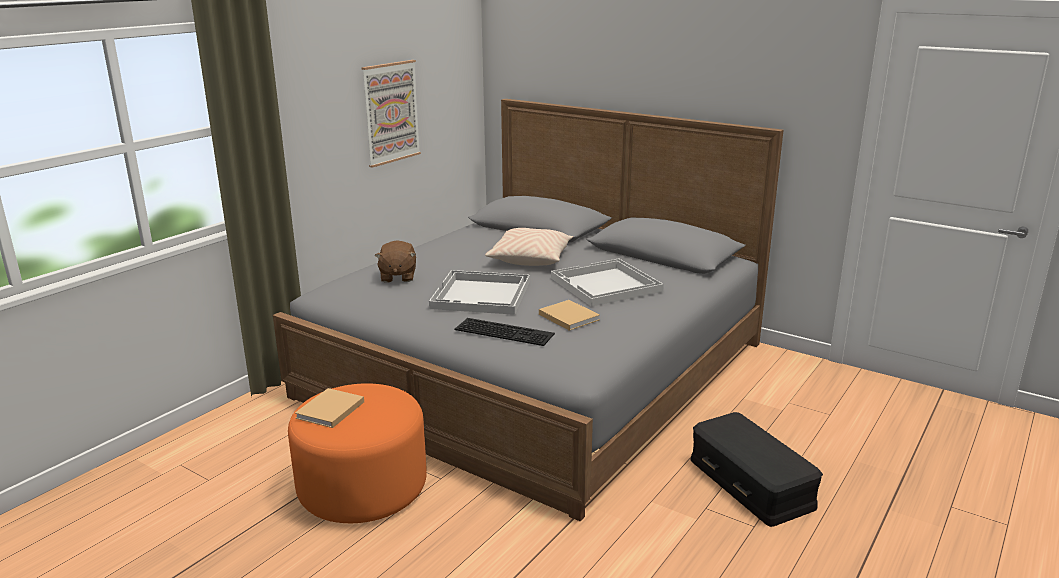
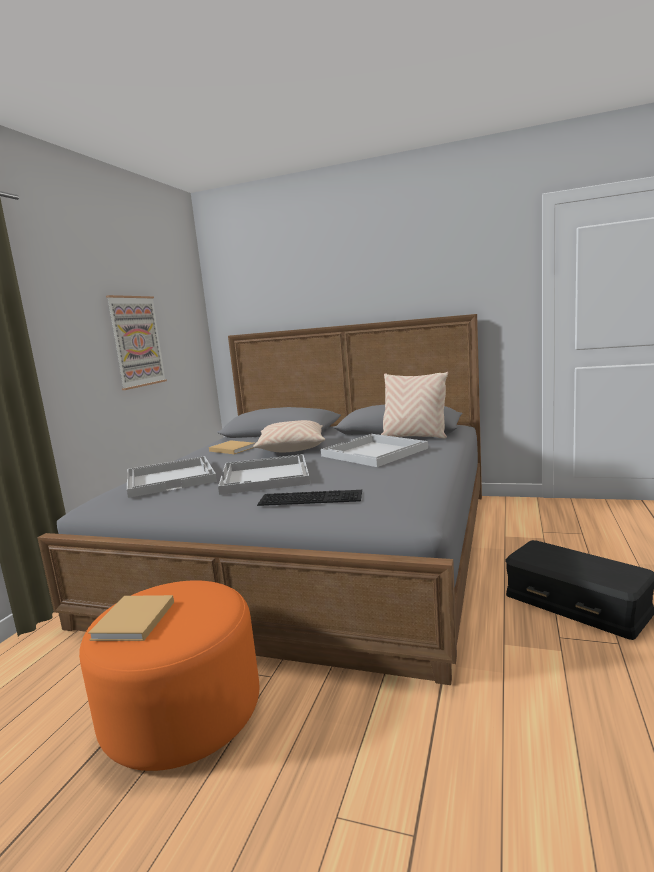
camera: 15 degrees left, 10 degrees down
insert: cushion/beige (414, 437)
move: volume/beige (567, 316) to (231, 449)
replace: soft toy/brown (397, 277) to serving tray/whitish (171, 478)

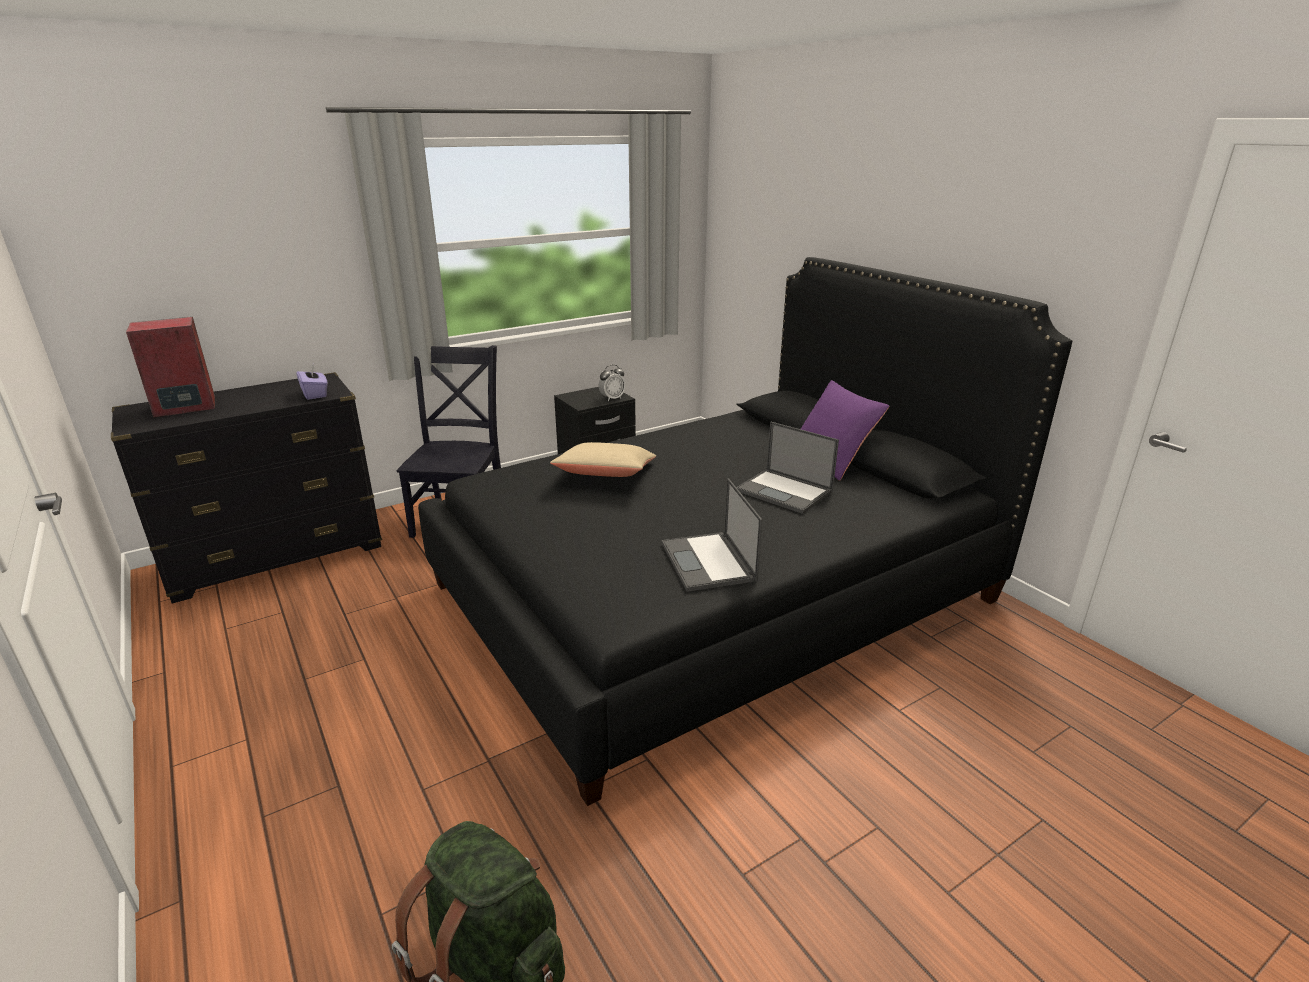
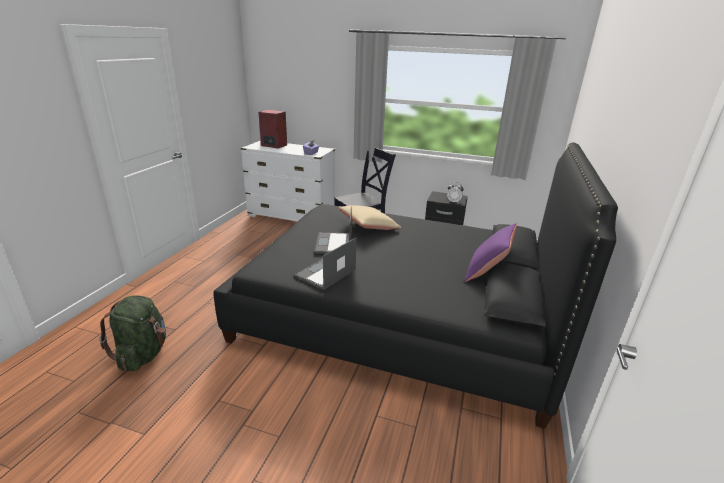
camera: 50 degrees right, 0 degrees up
move: portable computer (785, 491) to (334, 244)
recolor: chest of drawers/black-coloured (277, 556) to chest of drawers/whitish (292, 216)

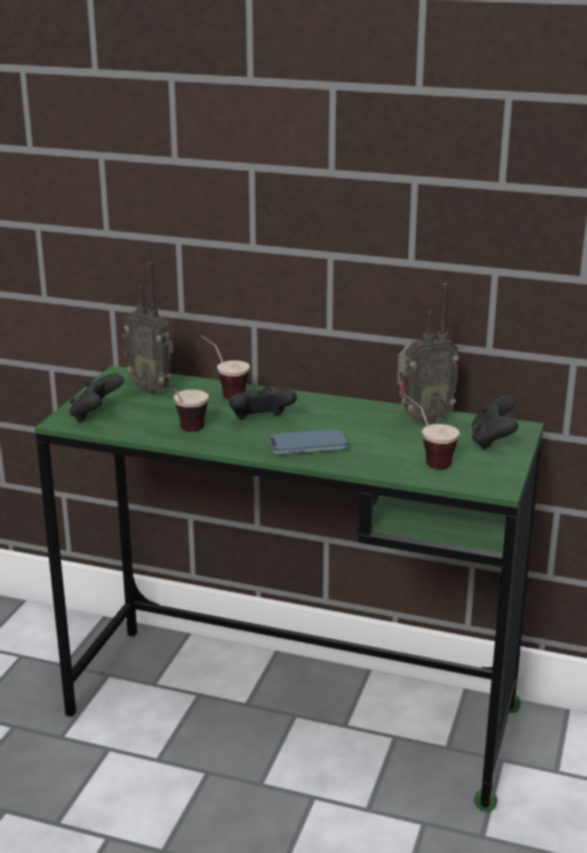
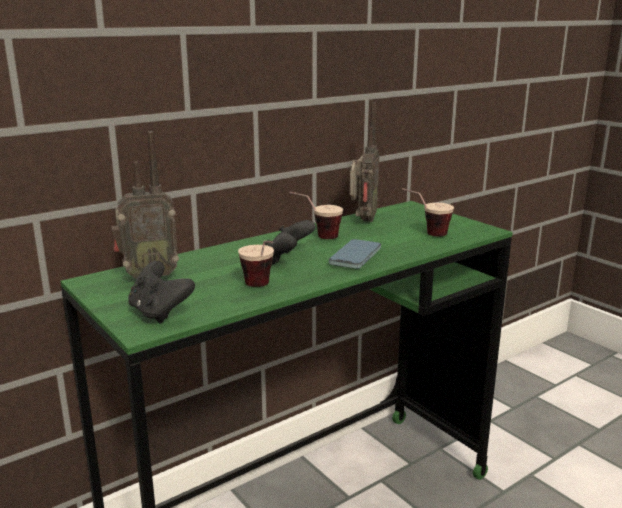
camera: 55 degrees left, 5 degrees down
delete: game controller/black-coloured (492, 441)
move: small cup (224, 392) to (316, 237)

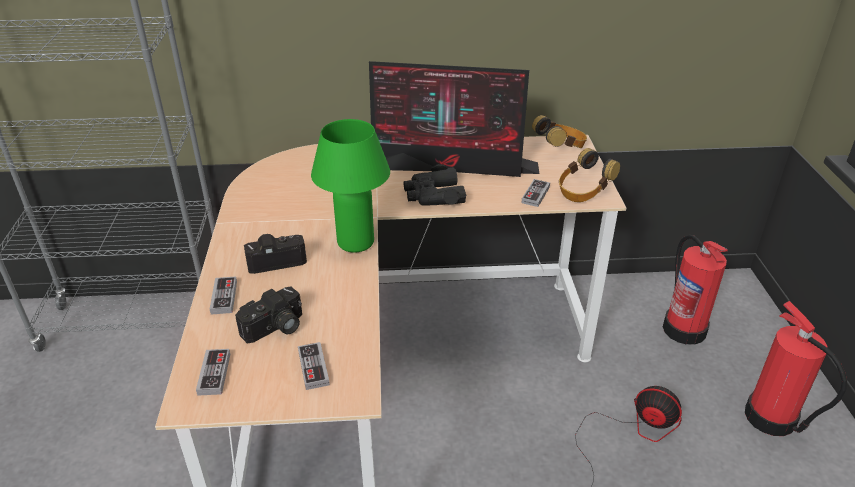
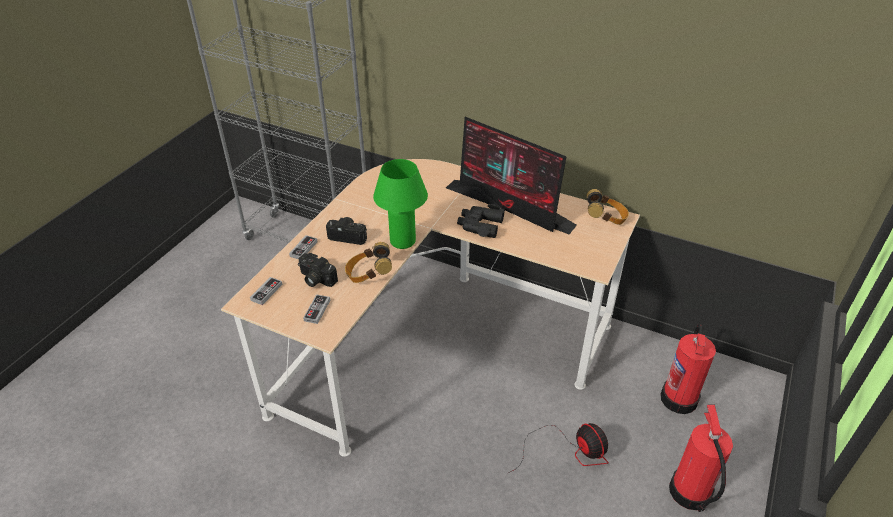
camera: 30 degrees right, 5 degrees up
delete: game controller (535, 195)
move: headphones (583, 192) to (368, 275)
rotate: photo camera (275, 329) = (315, 279) 45 degrees clockwise

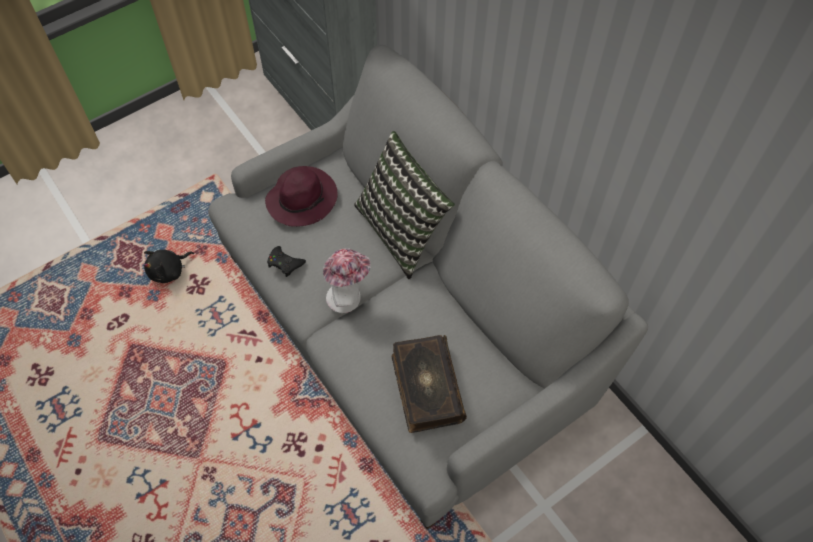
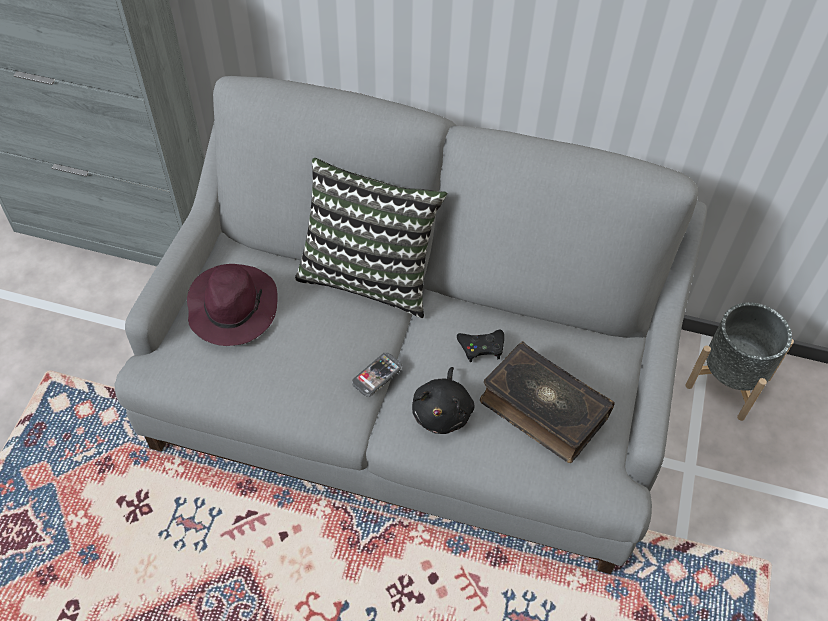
camera: 40 degrees left, 5 degrees down
insert: planter/greyish (727, 381)
move: soft toy/black-coloured (169, 271) to (442, 411); game controller/black-coloured (285, 263) to (481, 347)
replace: wearable hat (348, 296) to phone (377, 375)

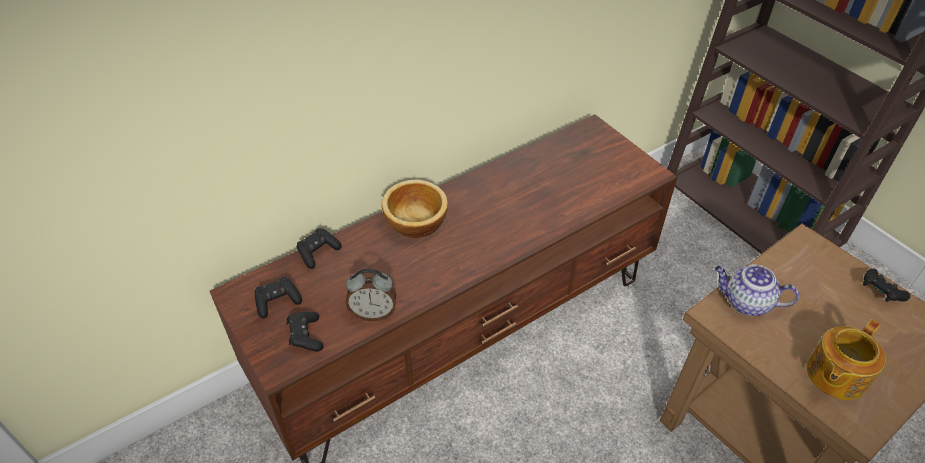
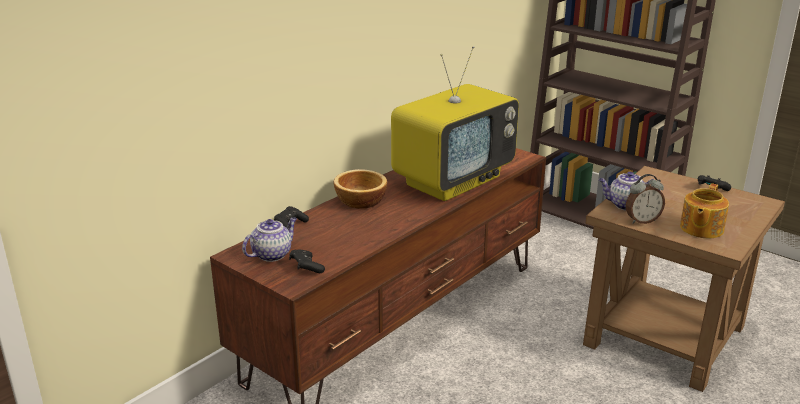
camera: 15 degrees left, 20 degrees down
insert: TV set (453, 180)
move: alarm clock (373, 313) to (642, 220)
replace: game controller/black-coloured (278, 302) to pot for tea (272, 254)

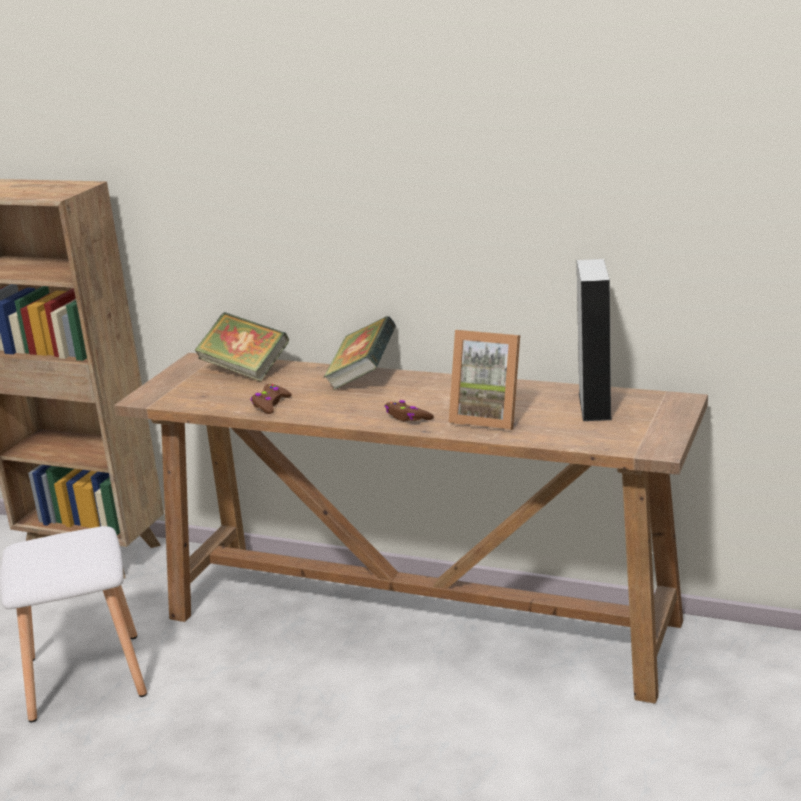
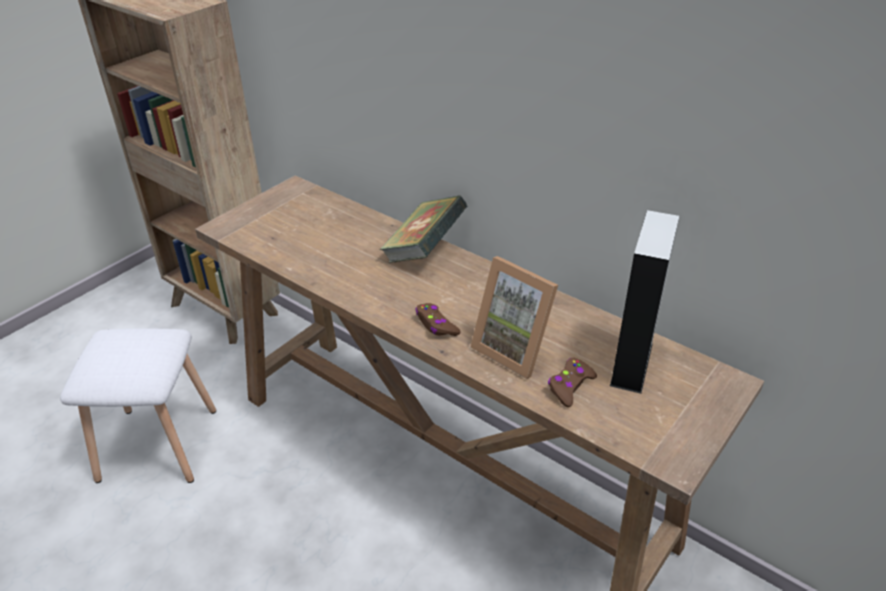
camera: 15 degrees right, 15 degrees up
delete: volume (245, 370)
move: game controller/brown (270, 404) to (570, 386)

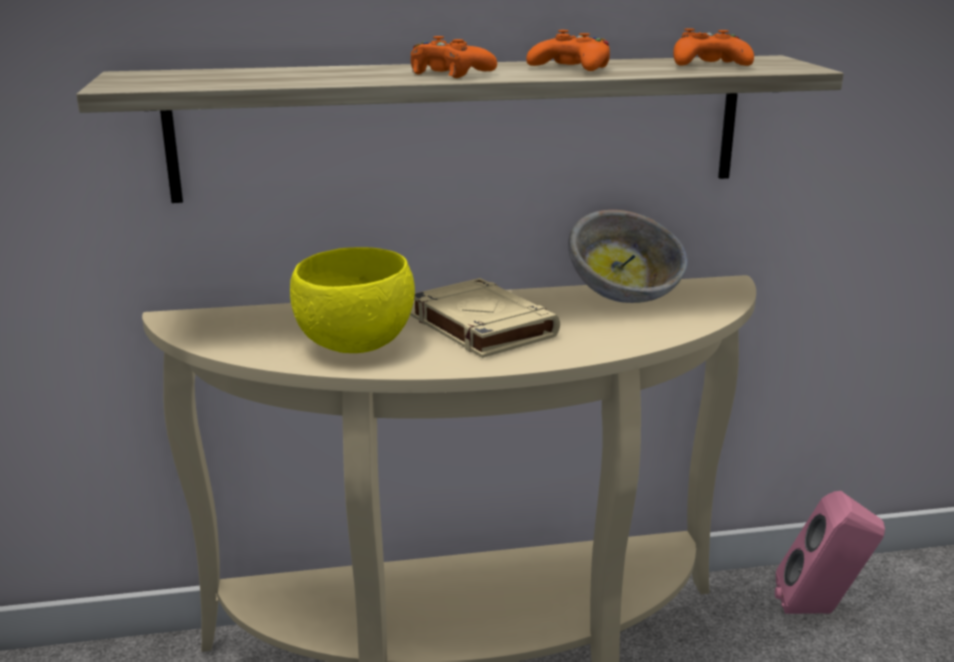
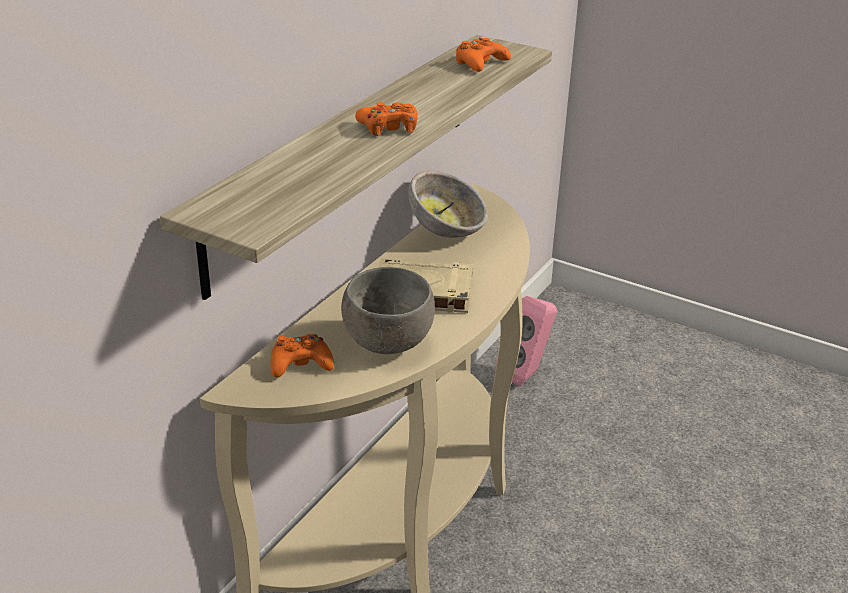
camera: 50 degrees left, 10 degrees up
move: game controller/orange (572, 68) to (300, 364)
recolor: deep dish/yellowish (354, 344) to deep dish/greyish (386, 343)

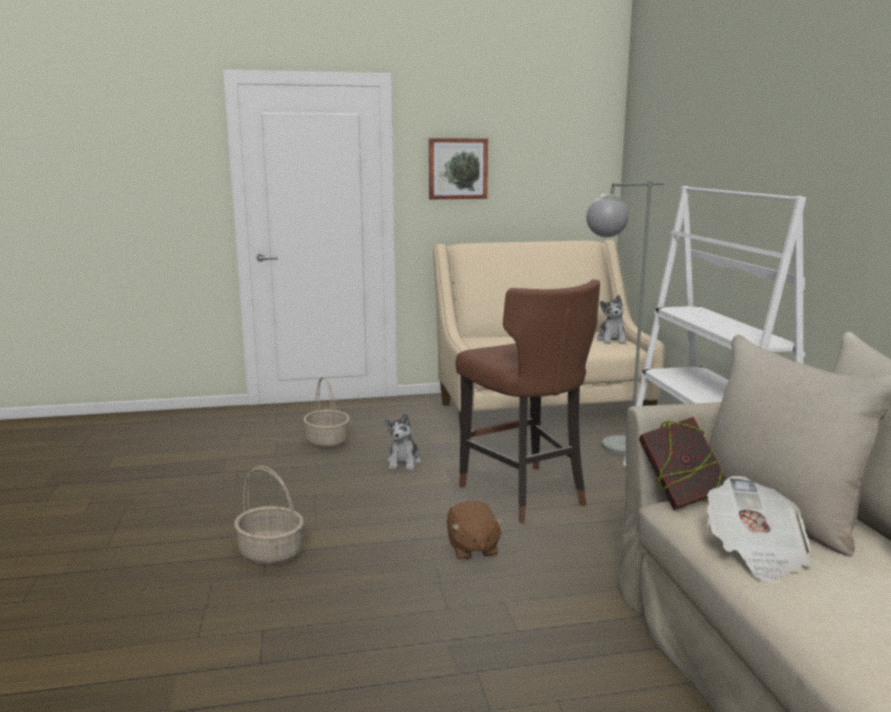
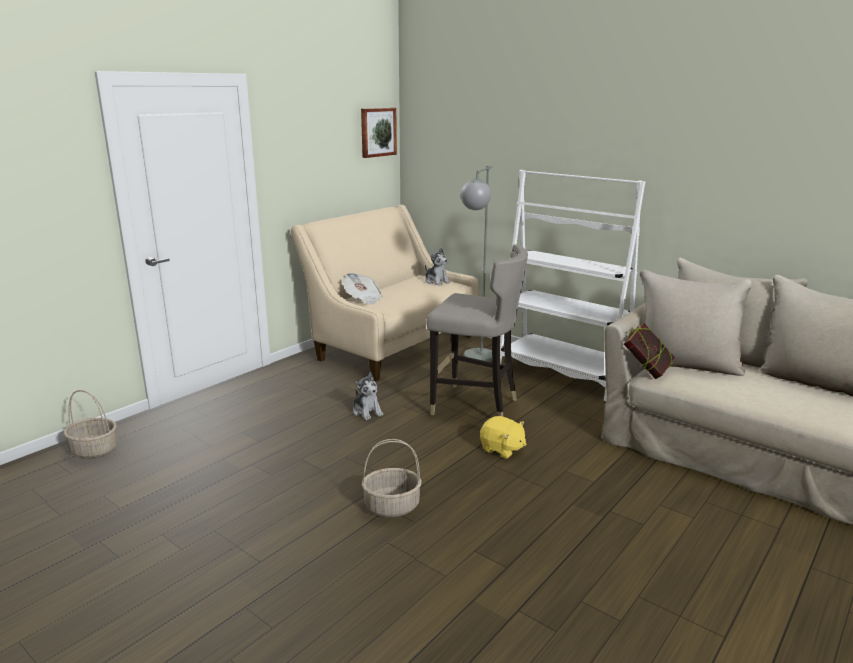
camera: 40 degrees left, 5 degrees up
move: basket (327, 442) to (93, 450); printed paper (755, 553) to (363, 299); picture (457, 168) to (377, 132)
recolor: sitting stool/brown (524, 494) to sitting stool/greyish (475, 405); soft toy/brown (472, 549) to soft toy/yellowish (502, 449)

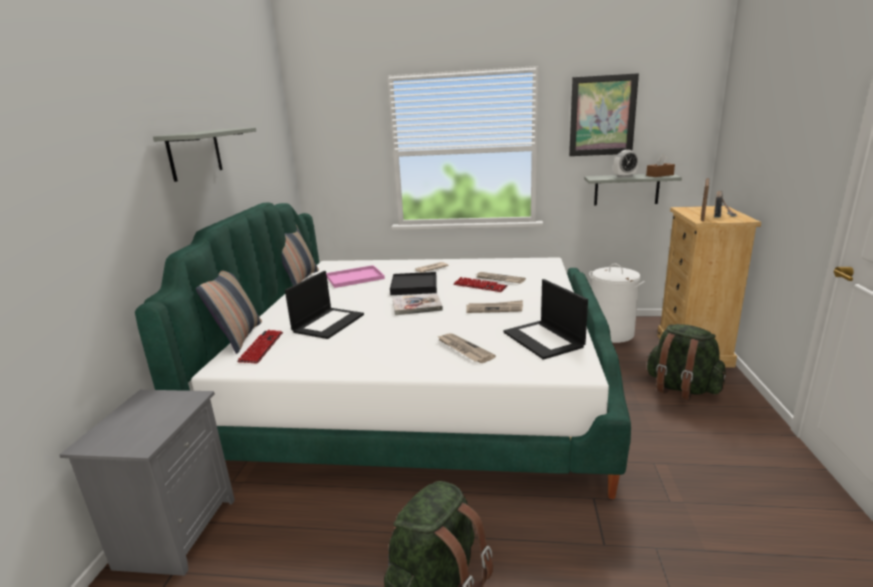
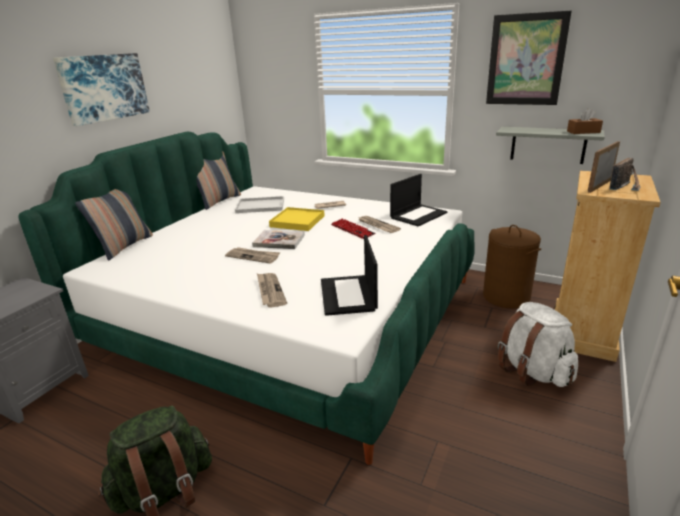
camera: 20 degrees right, 5 degrees up
delete: PC keyboard (261, 347); alarm clock (624, 176)
move: printed paper (494, 309) to (253, 256); portable computer (328, 323) to (418, 215)
replace: wall shelf/greyish (195, 154) to picture (104, 87)
recolor: serving tray/pink (356, 277) to serving tray/whitish (261, 205); serving tray/black-coloured (414, 286) to serving tray/yellowish (297, 221); washing basket/whitish (611, 333) to washing basket/brown (506, 297); rucksack/green-coloured (681, 388) to rucksack/whitish (532, 371)

